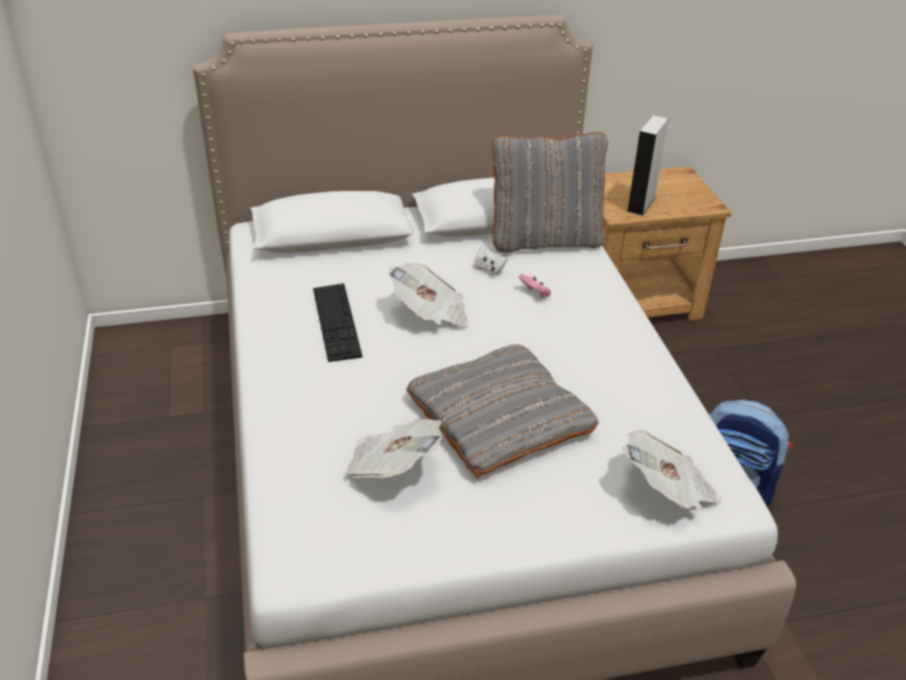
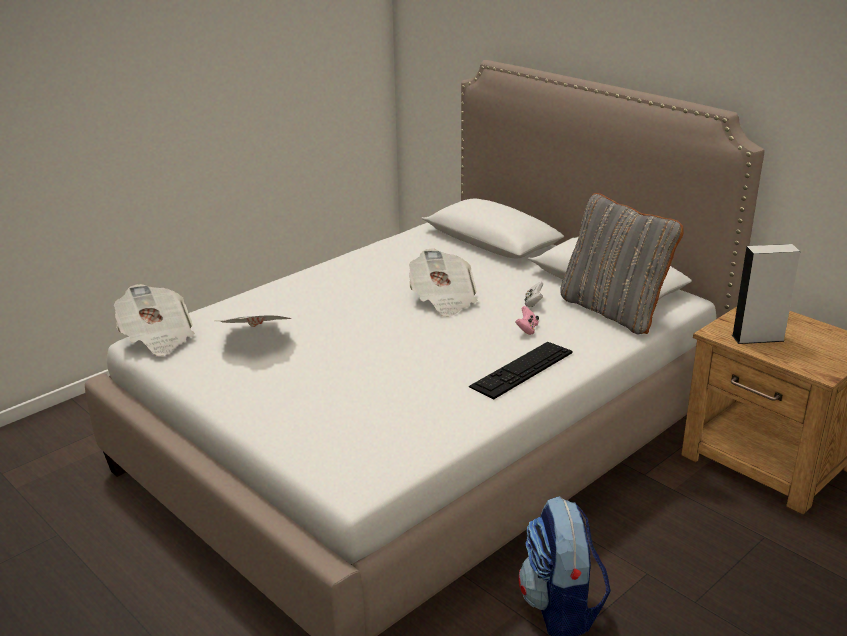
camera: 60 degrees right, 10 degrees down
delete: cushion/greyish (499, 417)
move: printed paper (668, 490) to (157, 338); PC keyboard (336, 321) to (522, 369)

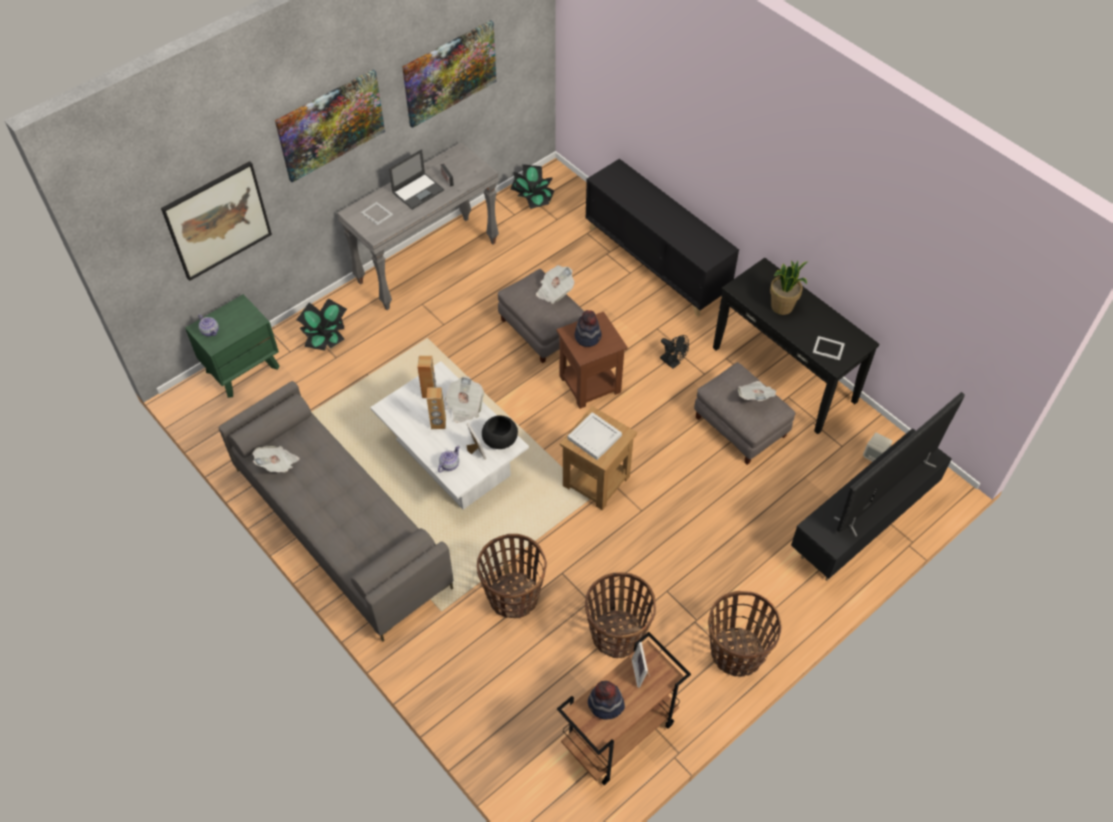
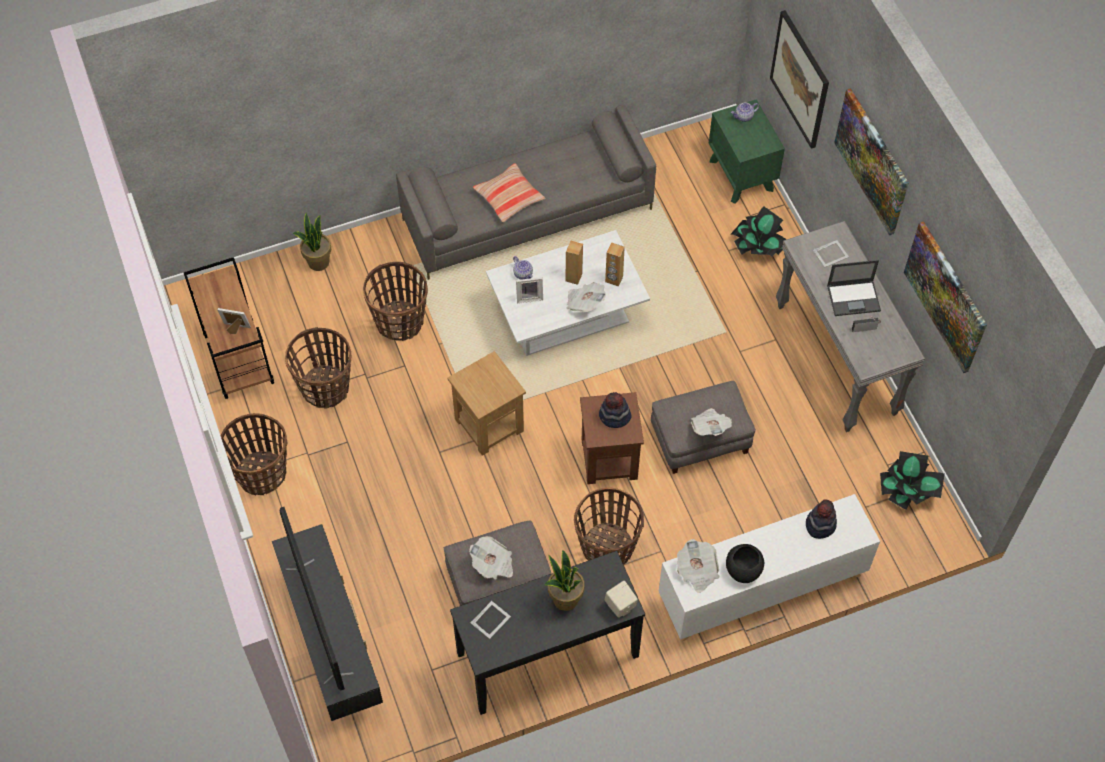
camera: 110 degrees right, 5 degrees up
delete: serving tray/whitish (593, 437)
insert: houseplant (318, 262); cushion (509, 197)
move: loudspeaker/beige (874, 456) to (620, 606); printed paper (278, 465) to (697, 571); deep dish/black-coloured (499, 440) to (743, 569); wearable hat (605, 705) to (820, 524)
replace: fan/black-coloured (672, 362) to basket (607, 548)
recolor: cabinet/black-coloured (656, 262) to cabinet/whitish (761, 588)
rotate: portable computer (418, 191) = (854, 298) 75 degrees counterclockwise

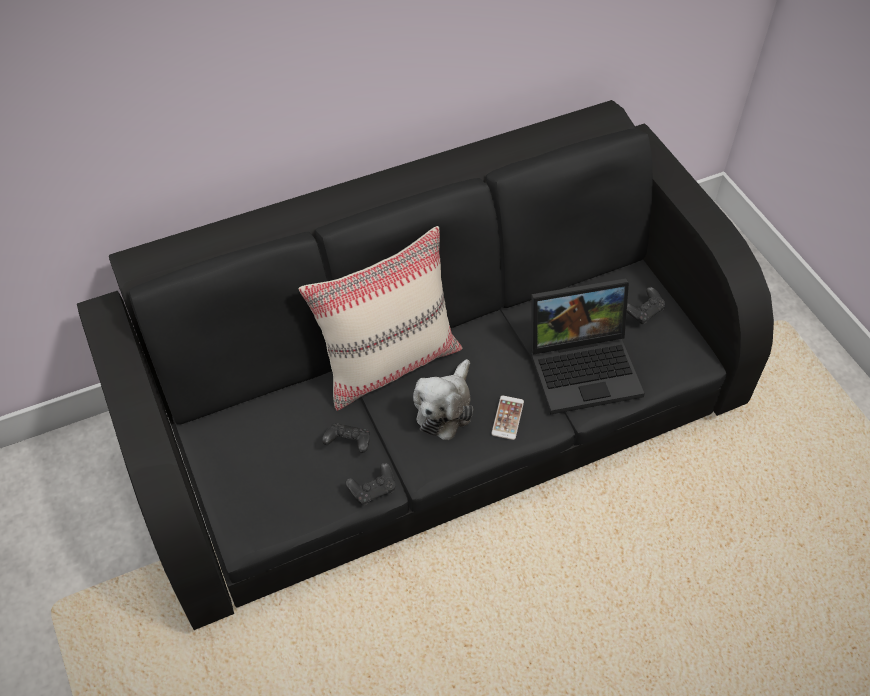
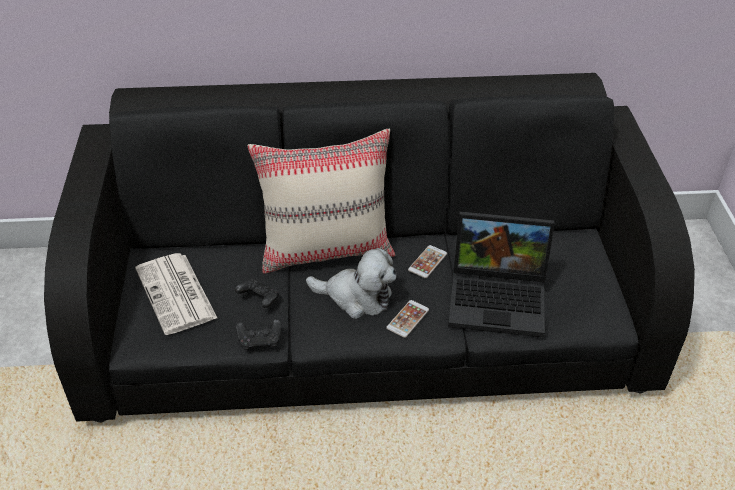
camera: 20 degrees right, 10 degrees down
delete: game controller/black-coloured (643, 312)
insert: printed paper (177, 294); phone (427, 262)
rotate: soft toy (445, 408) = (356, 297) 120 degrees counterclockwise

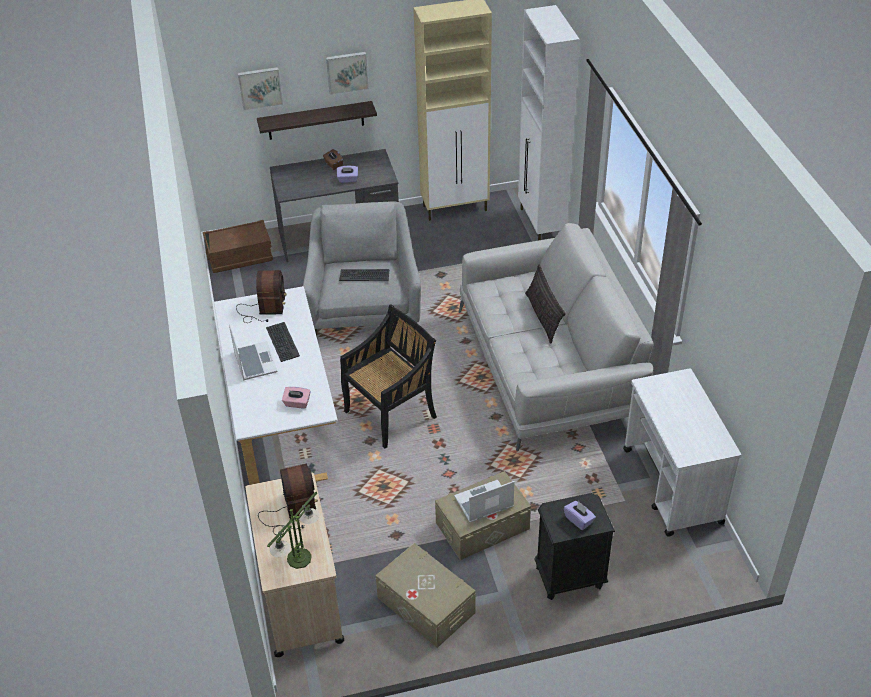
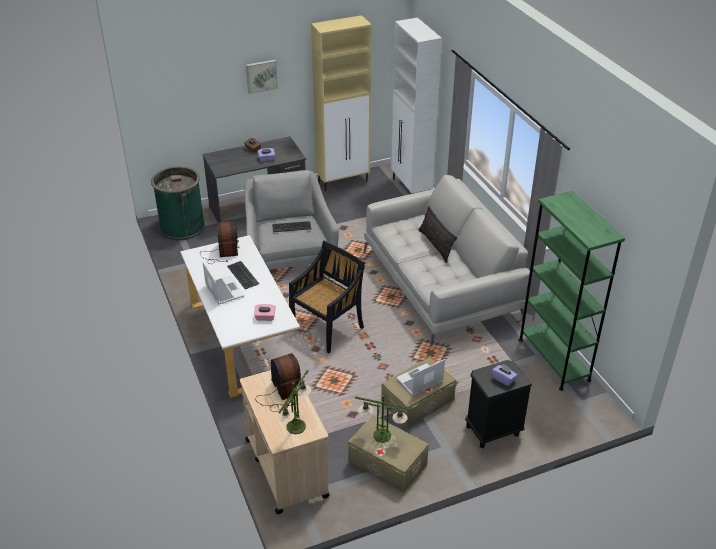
camera: 10 degrees left, 5 degrees down
delete: picture (260, 87); wall shelf (316, 120)
insert: table lamp (381, 435)
replace: storage box/brown (240, 257) to trash can/green-coloured (182, 227); wheeled cart/whitish (672, 486) to bookshelf/green-coloured (553, 359)

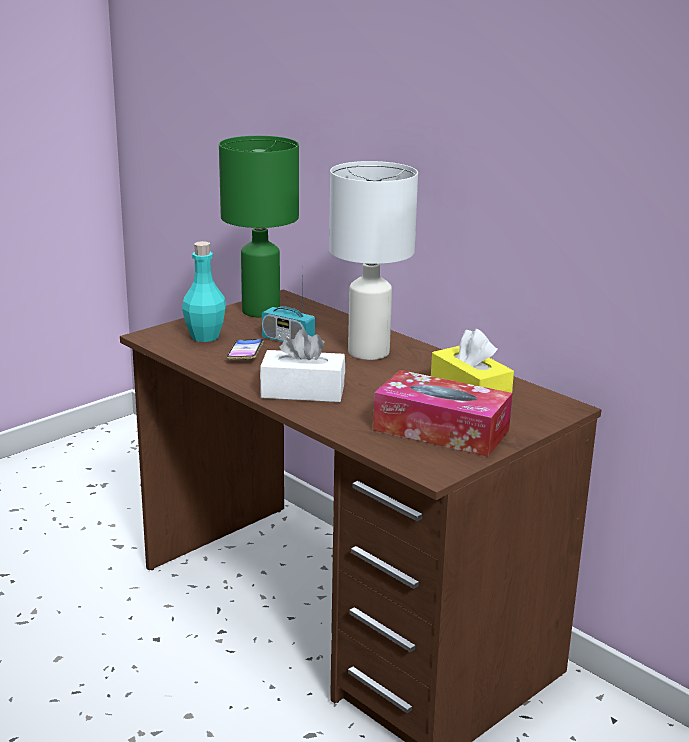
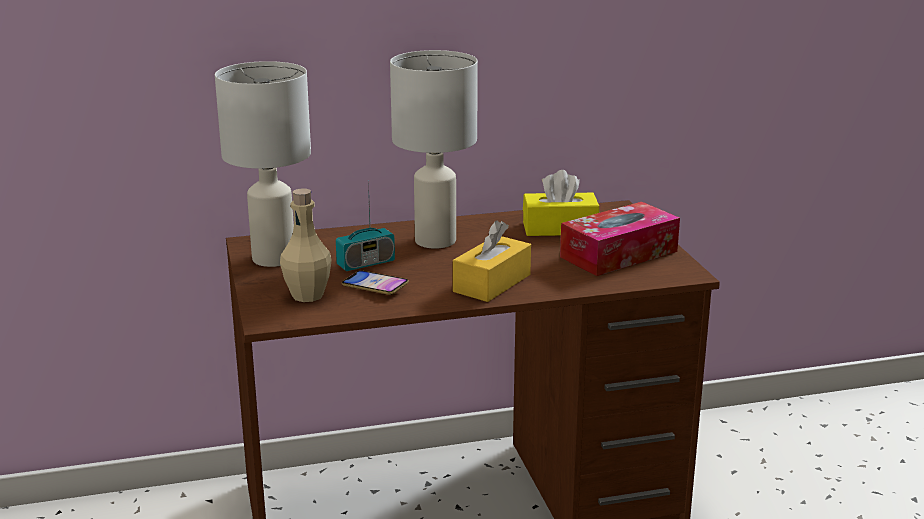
camera: 60 degrees left, 0 degrees up
recolor: table lamp/green-coloured (261, 311) to table lamp/whitish (275, 258); beverage bottle/blue-green (205, 337) to beverage bottle/beige (307, 295); box of tissues/whitish (303, 391) to box of tissues/yellowish (492, 283)

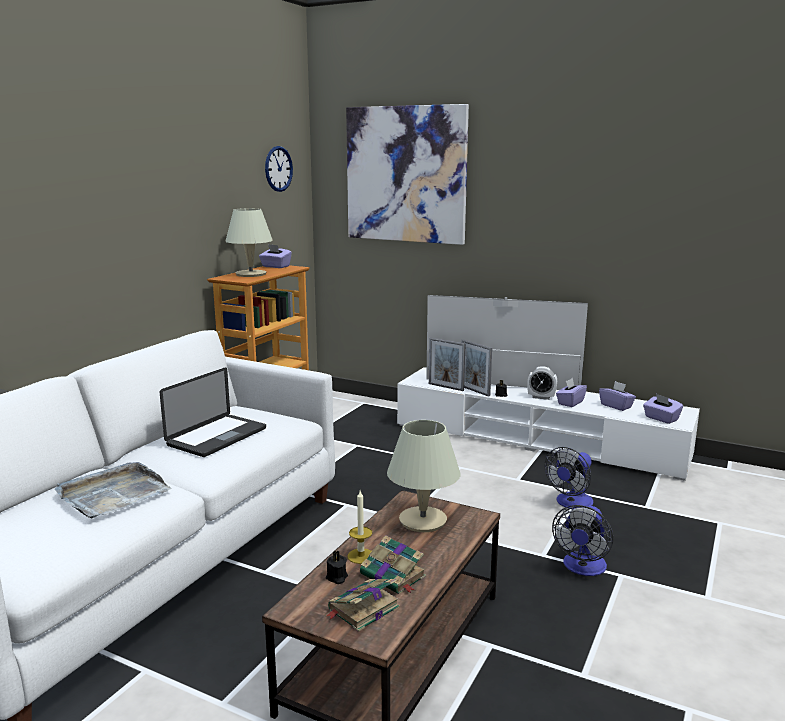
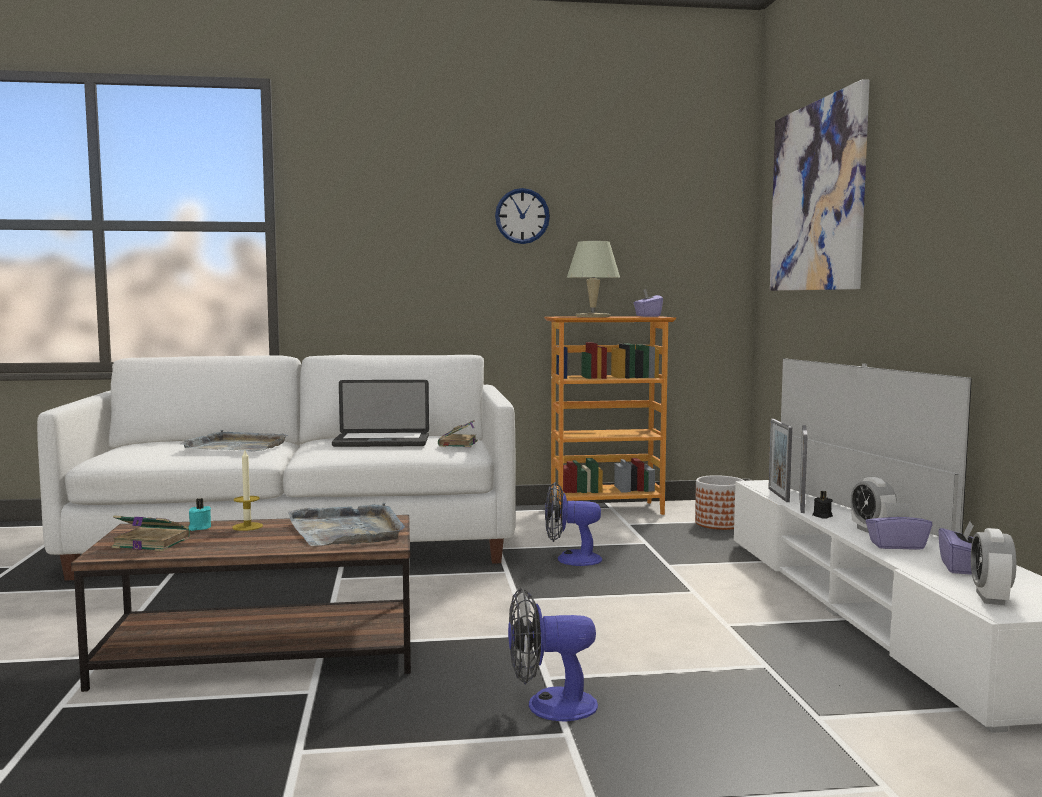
camera: 55 degrees right, 10 degrees down
insert: planter (719, 524)
move: volume (394, 576) to (457, 444); clock on the wall (278, 169) to (522, 216); fan (571, 503) to (570, 559)
replace: table lamp/beige (423, 521) to serving tray/greyish (347, 530); box of tissues/purplish (661, 419) to alarm clock (990, 598)
recolor: wax light/black-coloured (336, 578) to wax light/blue-green (199, 528)

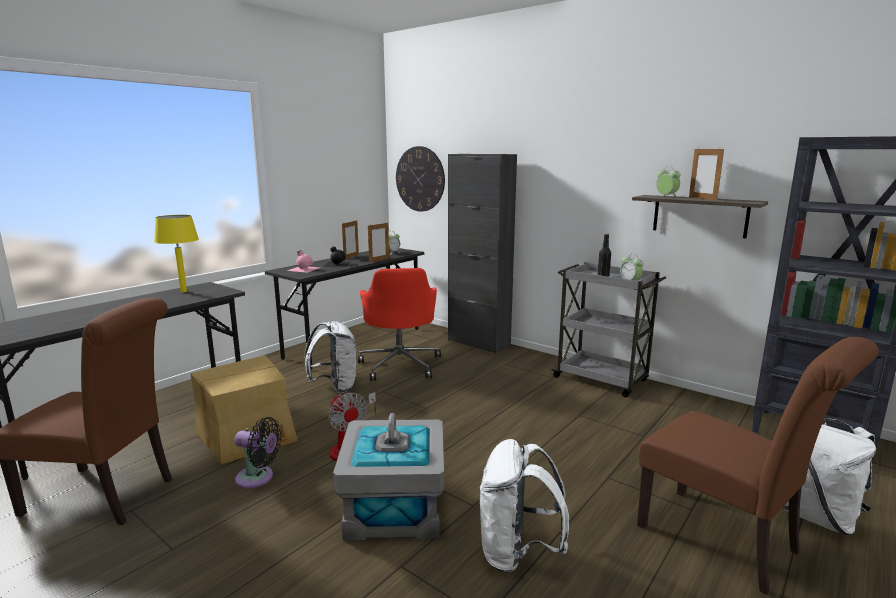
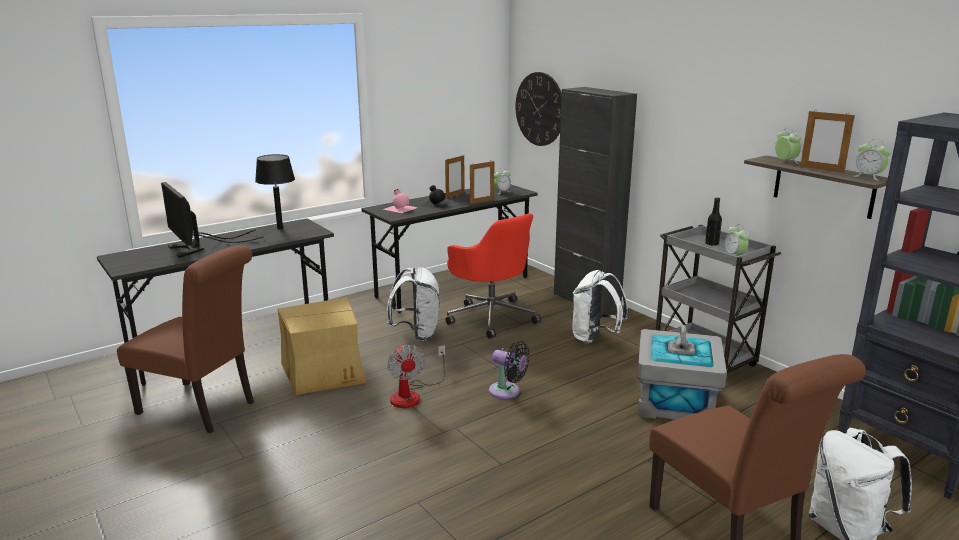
camera: 15 degrees right, 5 degrees up
insert: computer display (200, 247); alarm clock (868, 177)
move: fan/black-coloured (258, 478) to (507, 392); rucksack/whitish (517, 553) to (595, 338); storage box/greyish (393, 508) to (674, 401)
recolor: table lamp/yellowish (184, 291) to table lamp/black-coloured (280, 228)
rotate: desk chair/reddish (400, 364) = (491, 317) 45 degrees counterclockwise; photo frame (702, 198) = (822, 169) 45 degrees counterclockwise

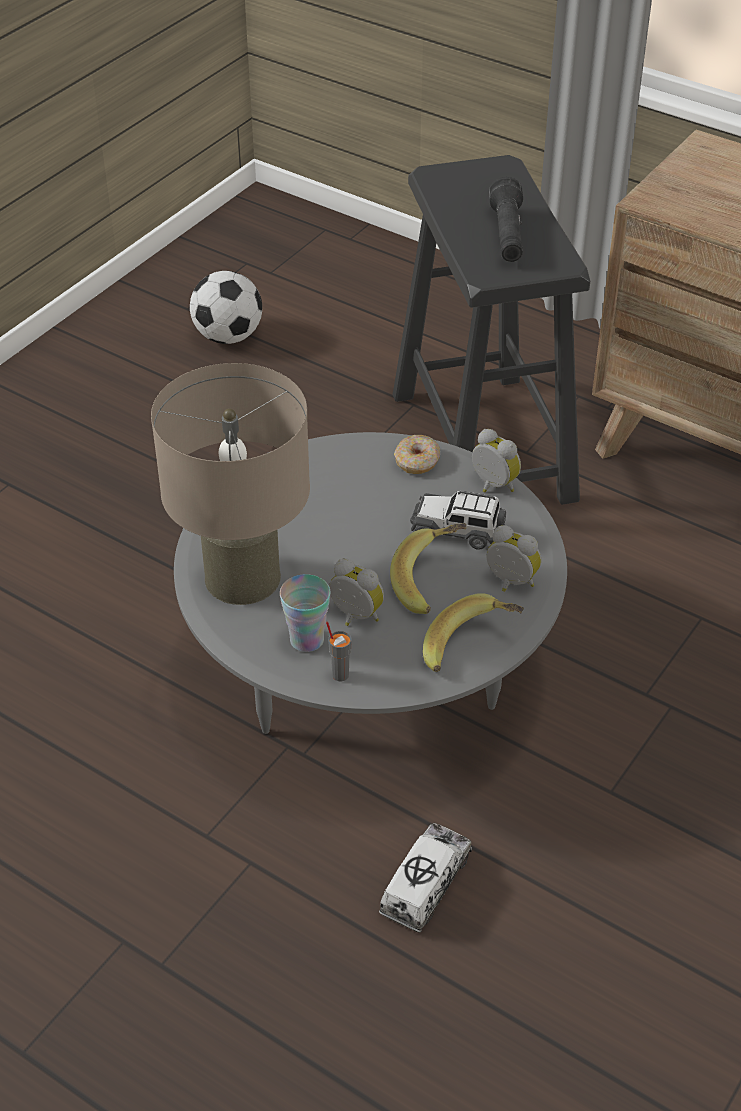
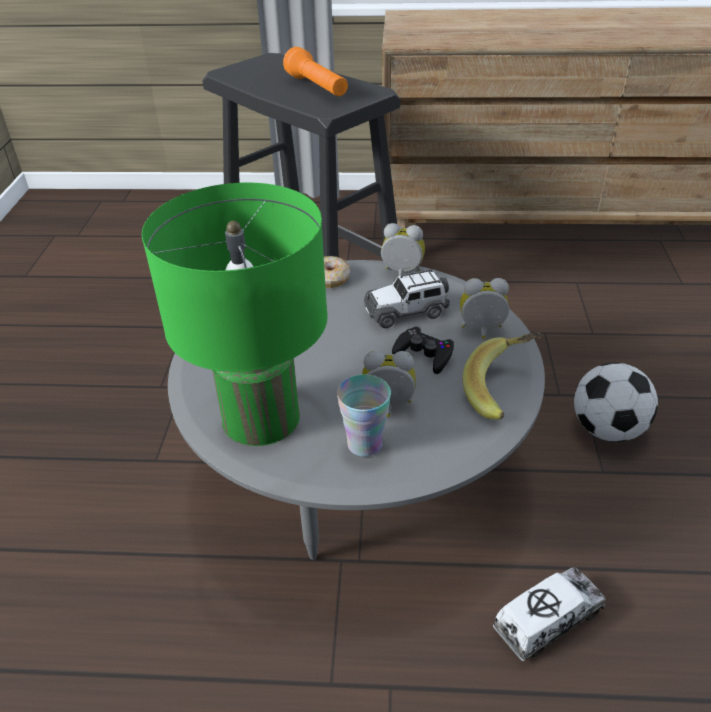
camera: 30 degrees left, 5 degrees down
delete: small cup/greyish (340, 674)
move: ball for football (228, 336) to (607, 430)
replace: banana fruit (432, 582) to game controller/black-coloured (424, 354)
recolor: table lamp/beige (242, 577) to table lamp/green-coloured (260, 418); torch/black-coloured (507, 236) to torch/orange (317, 87)
rotate: model truck (425, 885) = (547, 620) 60 degrees clockwise

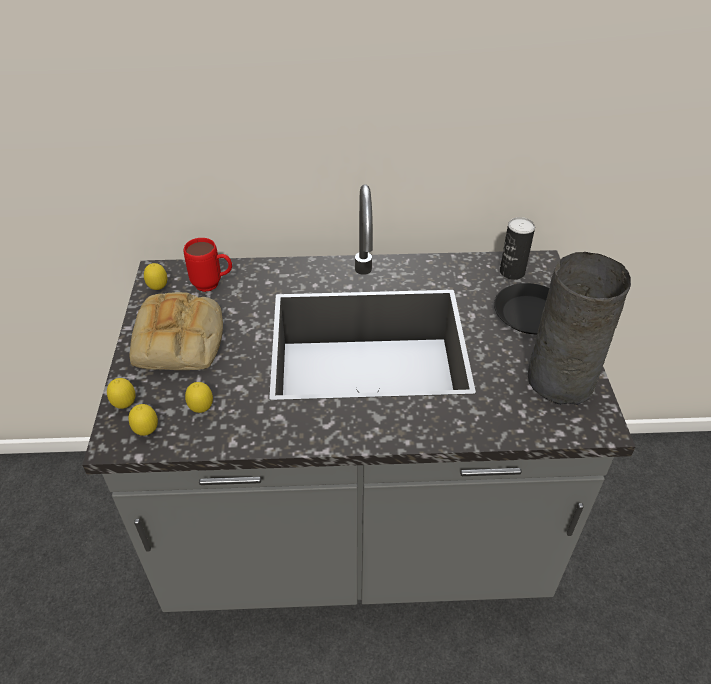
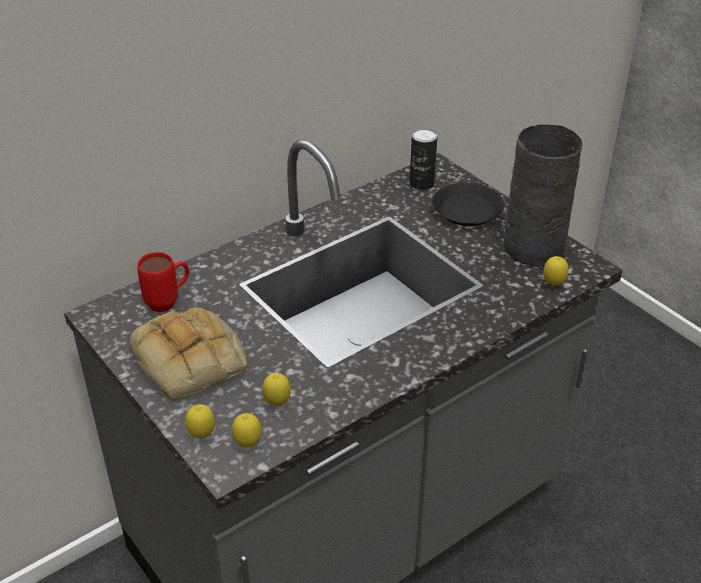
camera: 35 degrees left, 5 degrees down
move: whole lemon (158, 289) to (553, 284)

